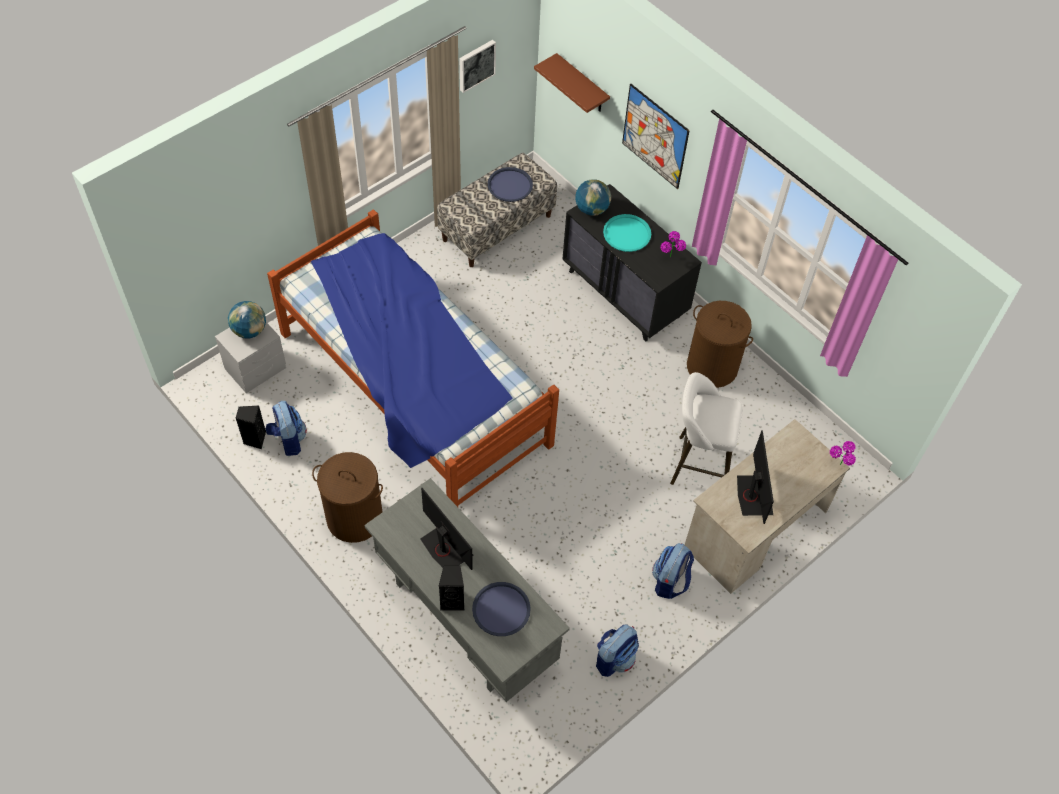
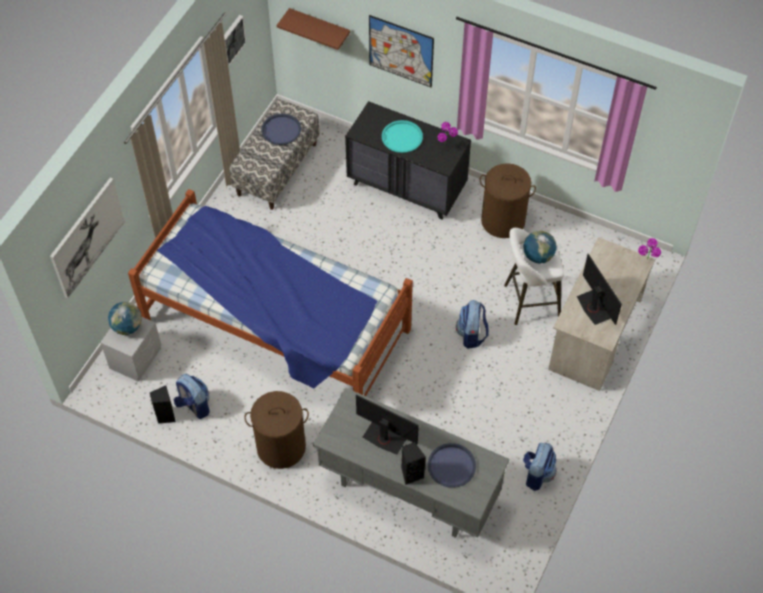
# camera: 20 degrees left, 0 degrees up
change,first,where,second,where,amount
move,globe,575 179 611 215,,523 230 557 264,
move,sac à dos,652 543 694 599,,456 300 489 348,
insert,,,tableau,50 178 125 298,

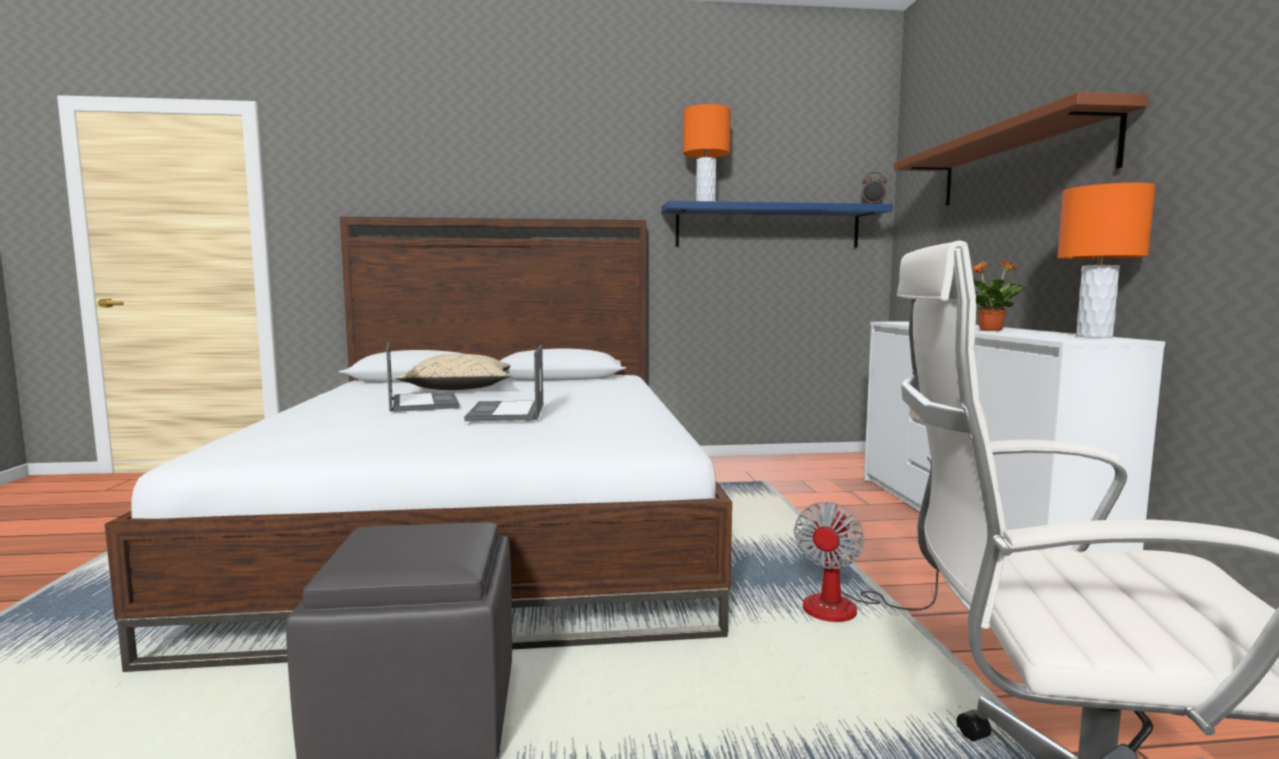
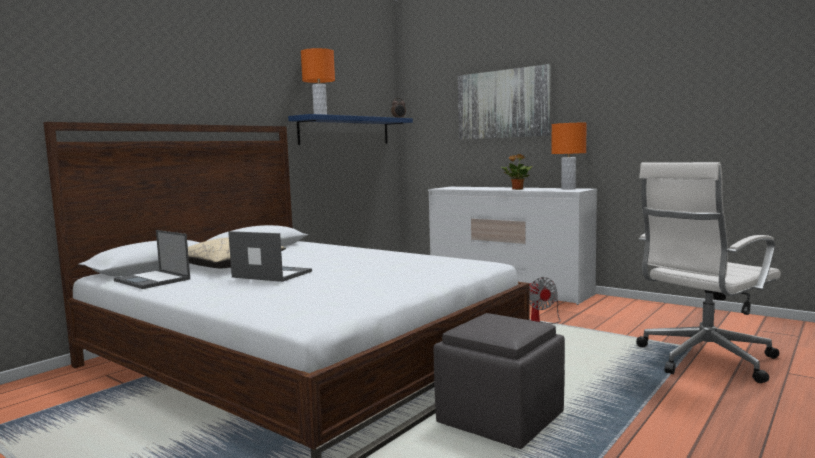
# camera: 45 degrees left, 0 degrees up
change,first,where,second,where,amount
move,ordinateur portable,464 345 543 421,,114 230 190 289,
replace,étagère/marron,894 92 1149 206,tableau,458 64 551 140,

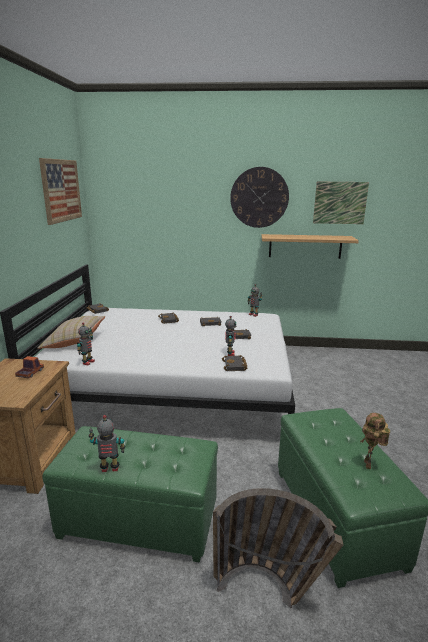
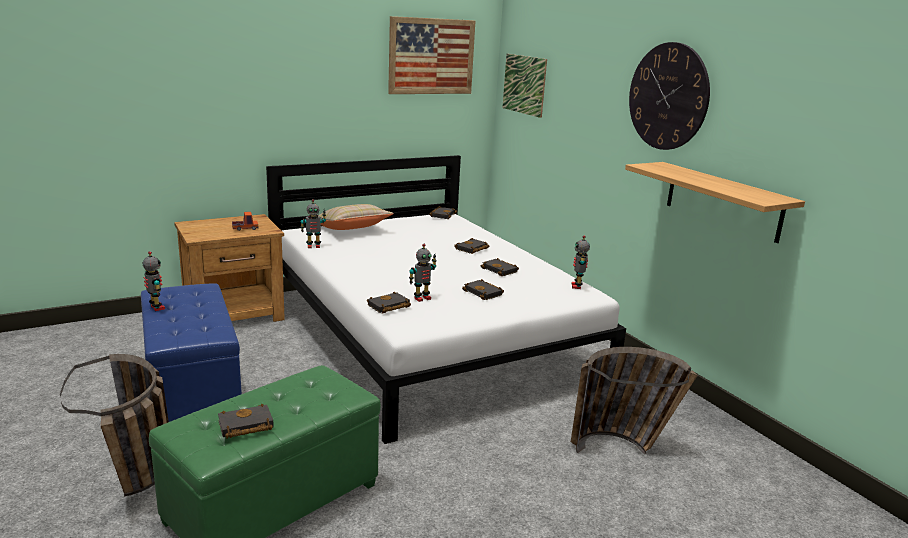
# camera: 55 degrees right, 0 degrees up
change,first,where,second,where,amount
recolor,pouf/vert,42 426 218 563,pouf/bleu,141 283 242 422,
move,tableau,313 182 369 224,,502 54 547 118,
replace,robot jouet,360 413 390 469,livre/noir,218 404 274 439,
insert,,,panier,571 347 698 455,

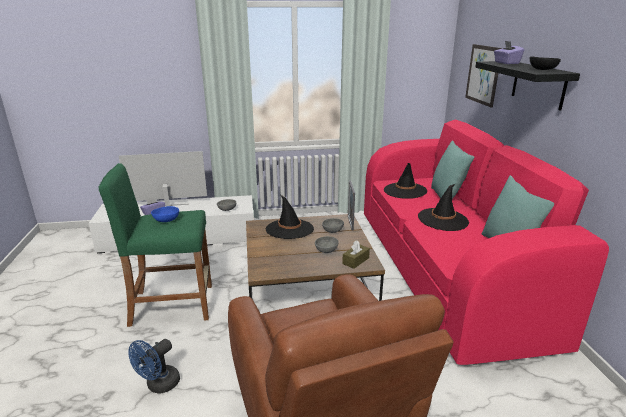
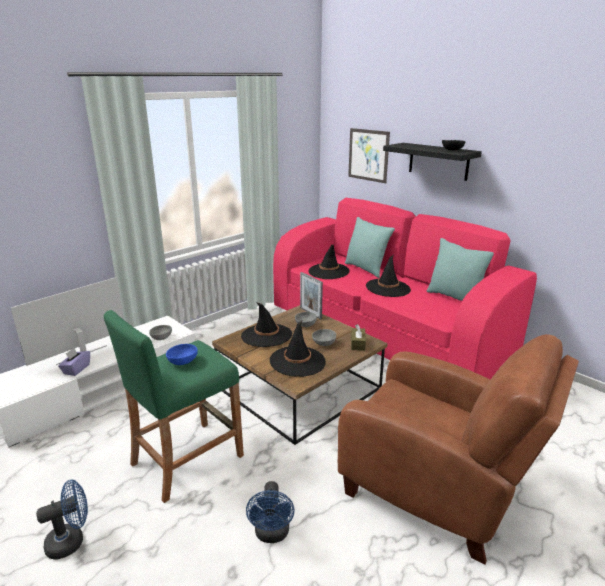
# camera: 35 degrees left, 0 degrees up
change,first,where,second,where,amount
delete,boîte à mouchoirs/violet,494 41 525 64,,,
insert,,,ventilateur/bleu,36 479 88 559,
insert,,,chapeau/noir,270 321 326 377,

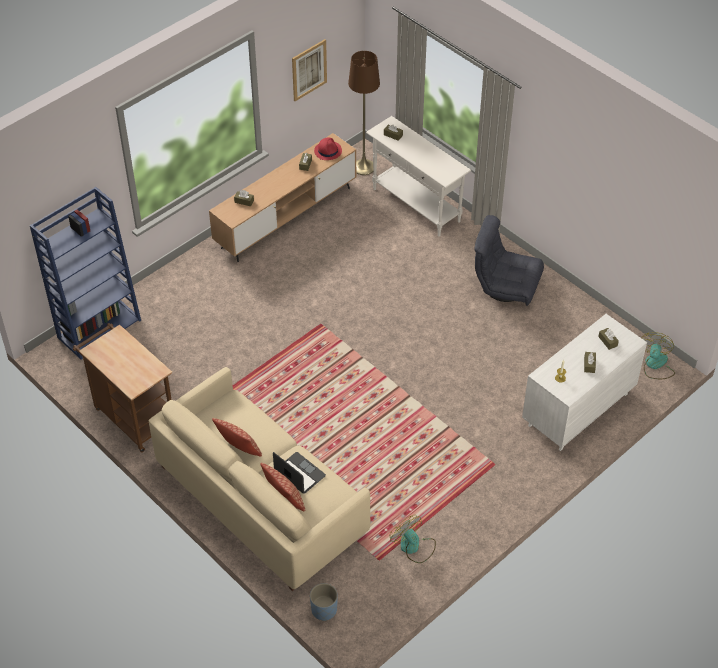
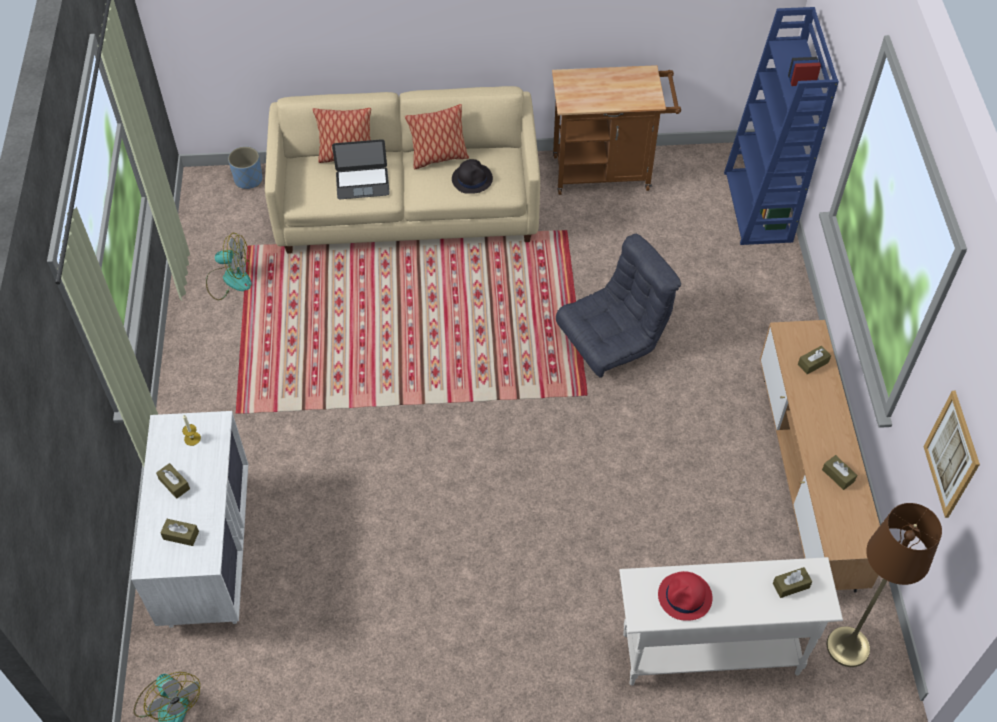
# camera: 130 degrees right, 5 degrees up
change,first,where,second,where,amount
move,chapeau/rouge,314 137 342 160,,658 571 713 621,
move,fauteuil/gris,474 215 544 306,,556 234 681 378,
insert,,,chapeau/noir,452 159 493 194,

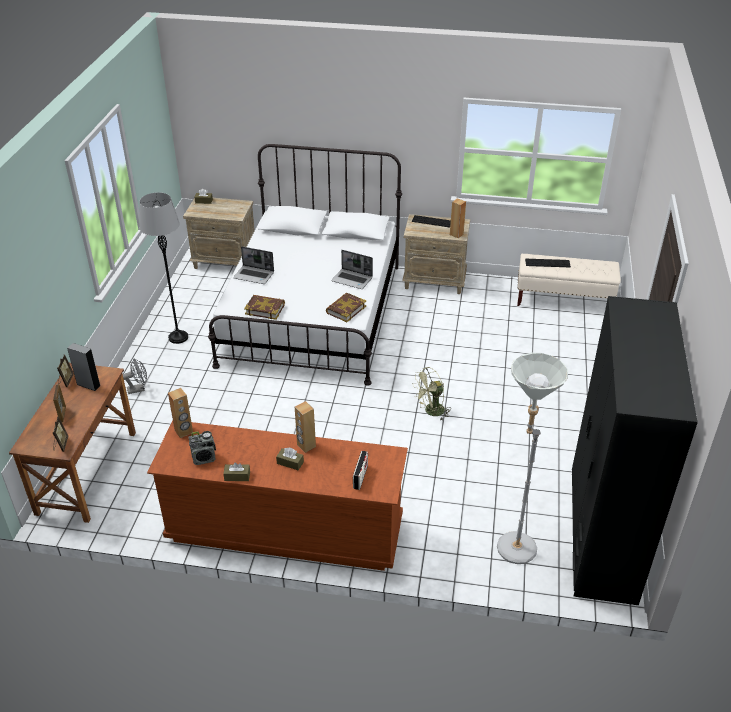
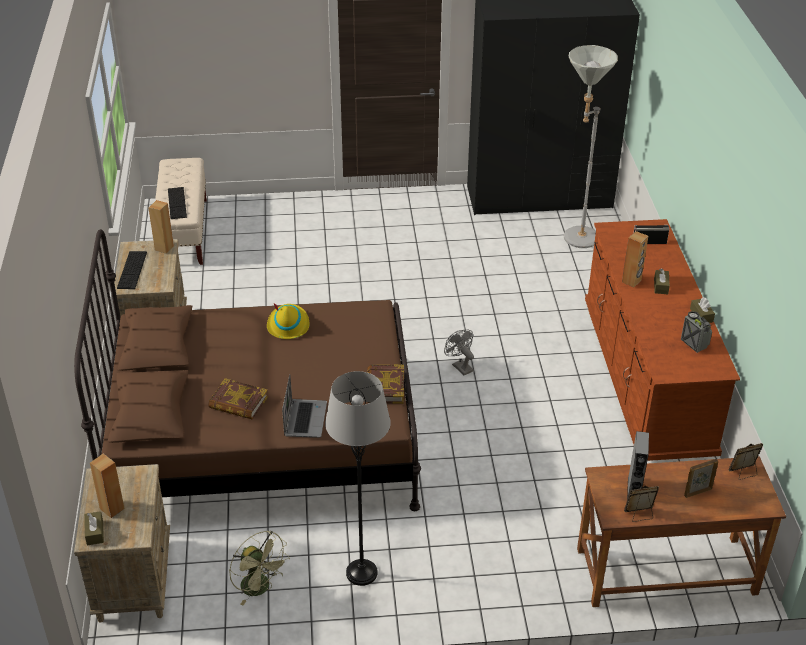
# camera: 105 degrees left, 0 degrees up
change,first,where,second,where,amount
move,ventilateur/gris,123 359 147 394,,444 330 474 375,
move,enceinte/marron,168 388 193 438,,90 454 125 518,
recolor,lit/blanc,208 144 402 386,lit/marron,74 229 421 511,
move,livre,326 292 366 322,,208 378 268 419,
replace,ordinateur portable,331 250 373 289,chapeau/jaune,267 303 310 339,
move,ventilateur/vert,413 367 450 420,,229 531 290 605,

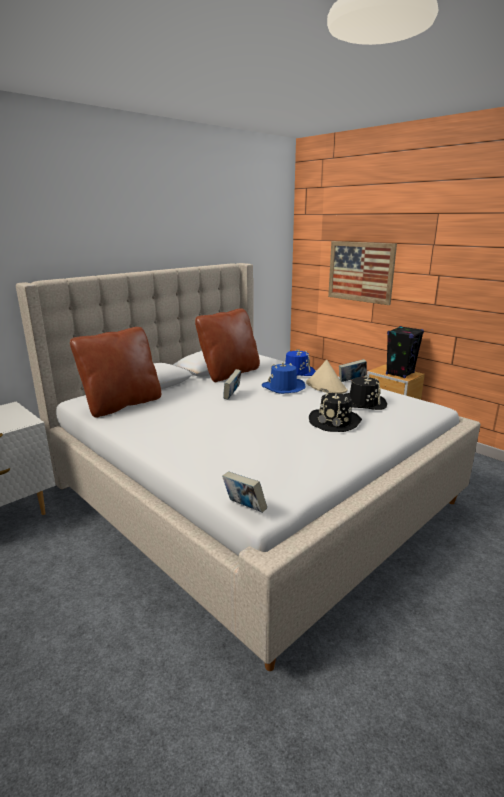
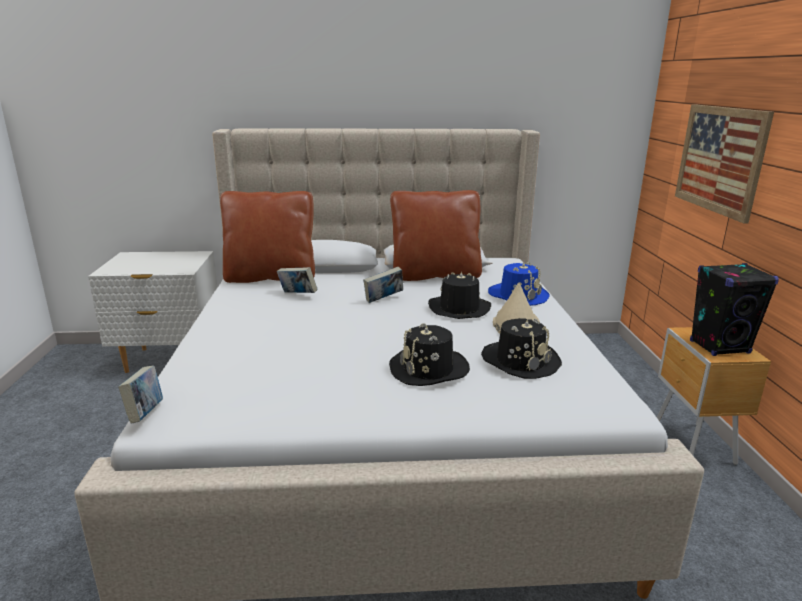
# camera: 40 degrees right, 0 degrees up
change,first,where,second,where,amount
recolor,chapeau/bleu,262 362 305 394,chapeau/noir,428 271 491 319,
move,livre,339 359 367 382,,277 267 318 293,

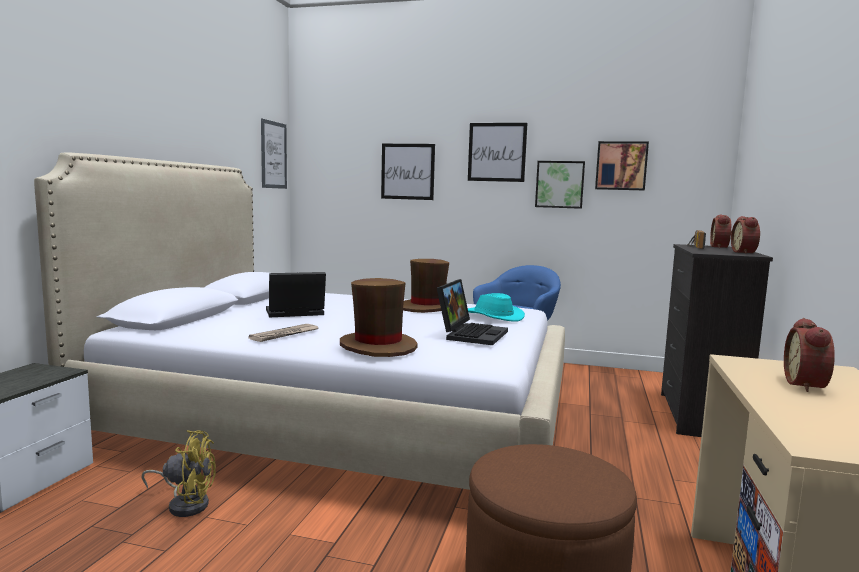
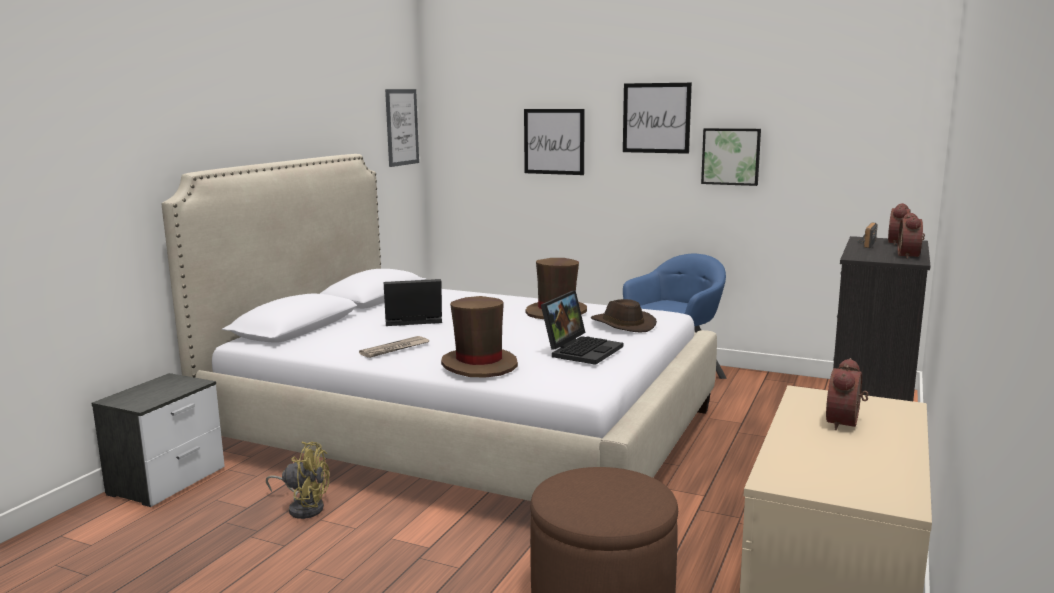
# camera: 10 degrees right, 5 degrees up
change,first,where,second,where,amount
recolor,chapeau/turquoise,468 293 525 322,chapeau/marron,591 299 657 333,
delete,tableau,595 141 649 190,,,

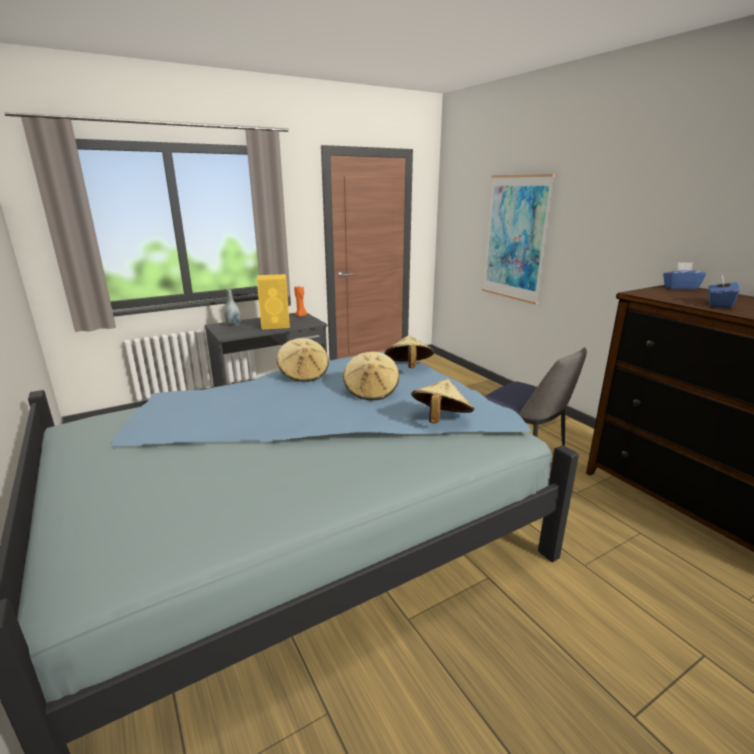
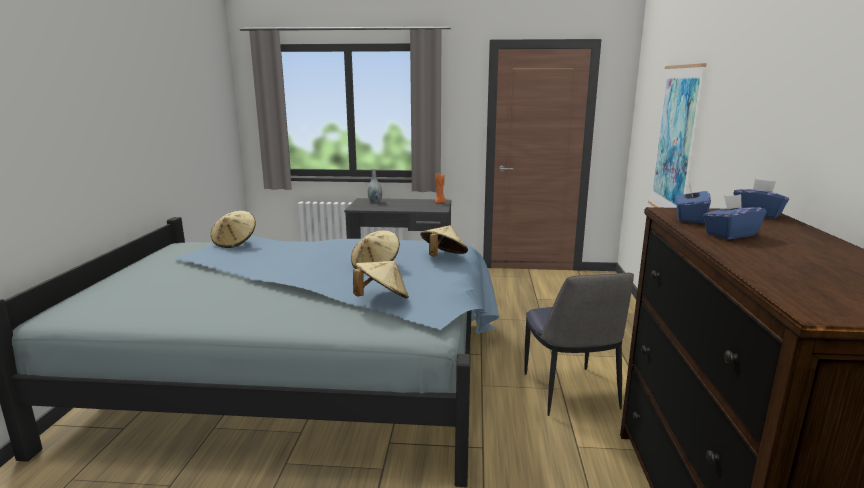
# camera: 35 degrees right, 5 degrees down
change,first,where,second,where,amount
delete,enceinte/jaune,257 274 290 329,,,
move,chapeau/beige,277 338 329 382,,211 211 256 248,
insert,,,boîte à mouchoirs/bleu,675 182 711 223,

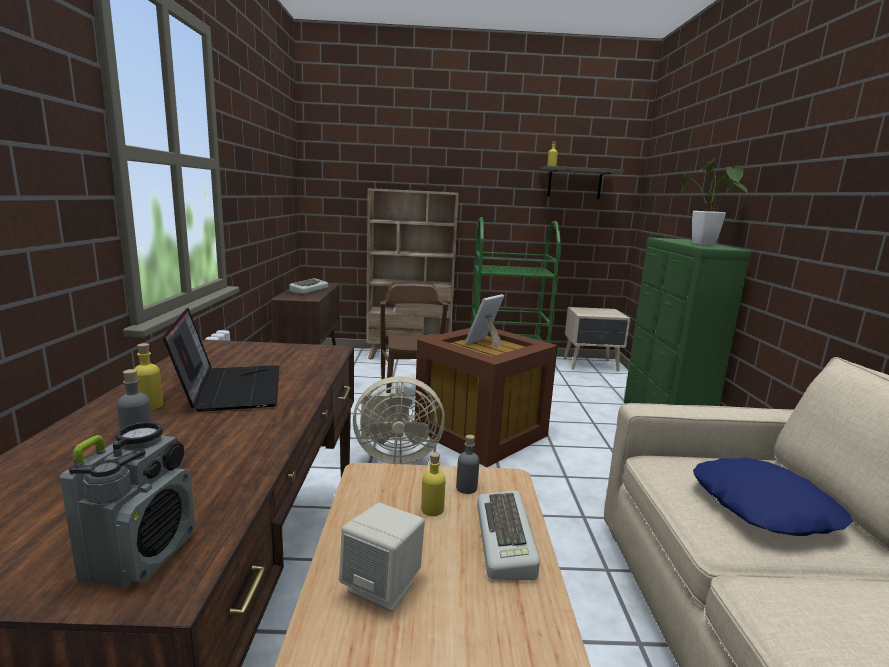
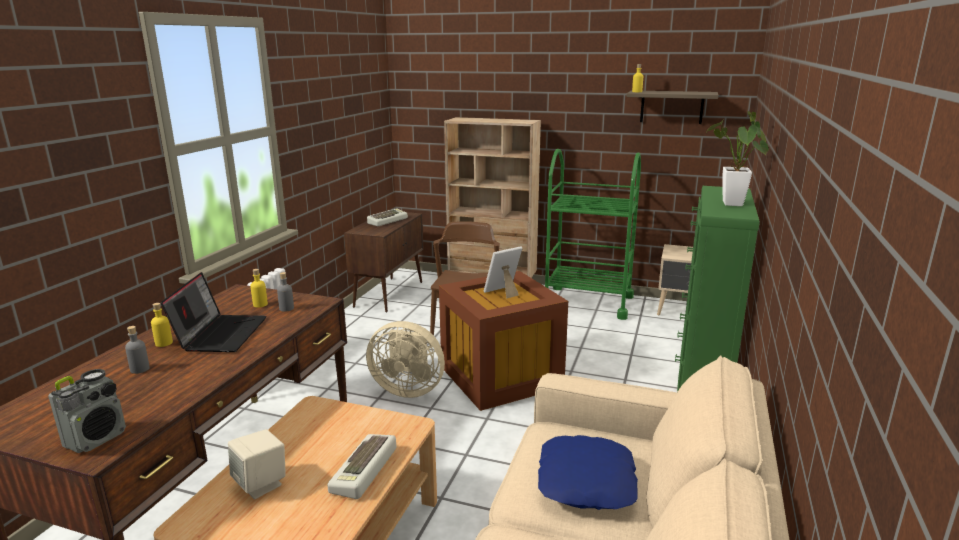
# camera: 20 degrees right, 5 degrees up
change,first,where,second,where,amount
move,bouteille/jaune,421 452 446 516,,250 269 268 308,
move,bouteille/gris,456 435 479 494,,277 272 294 312,

